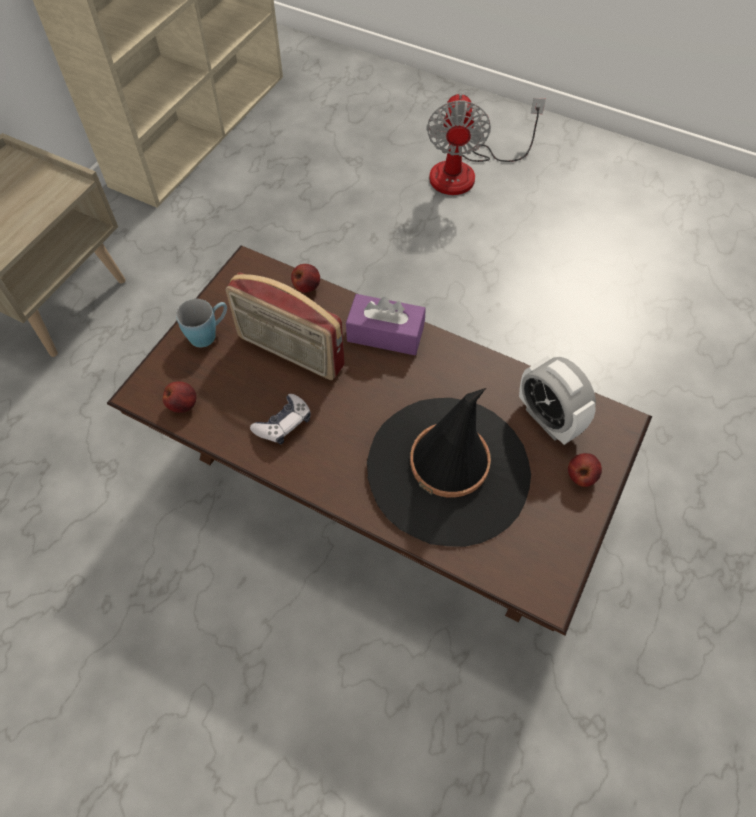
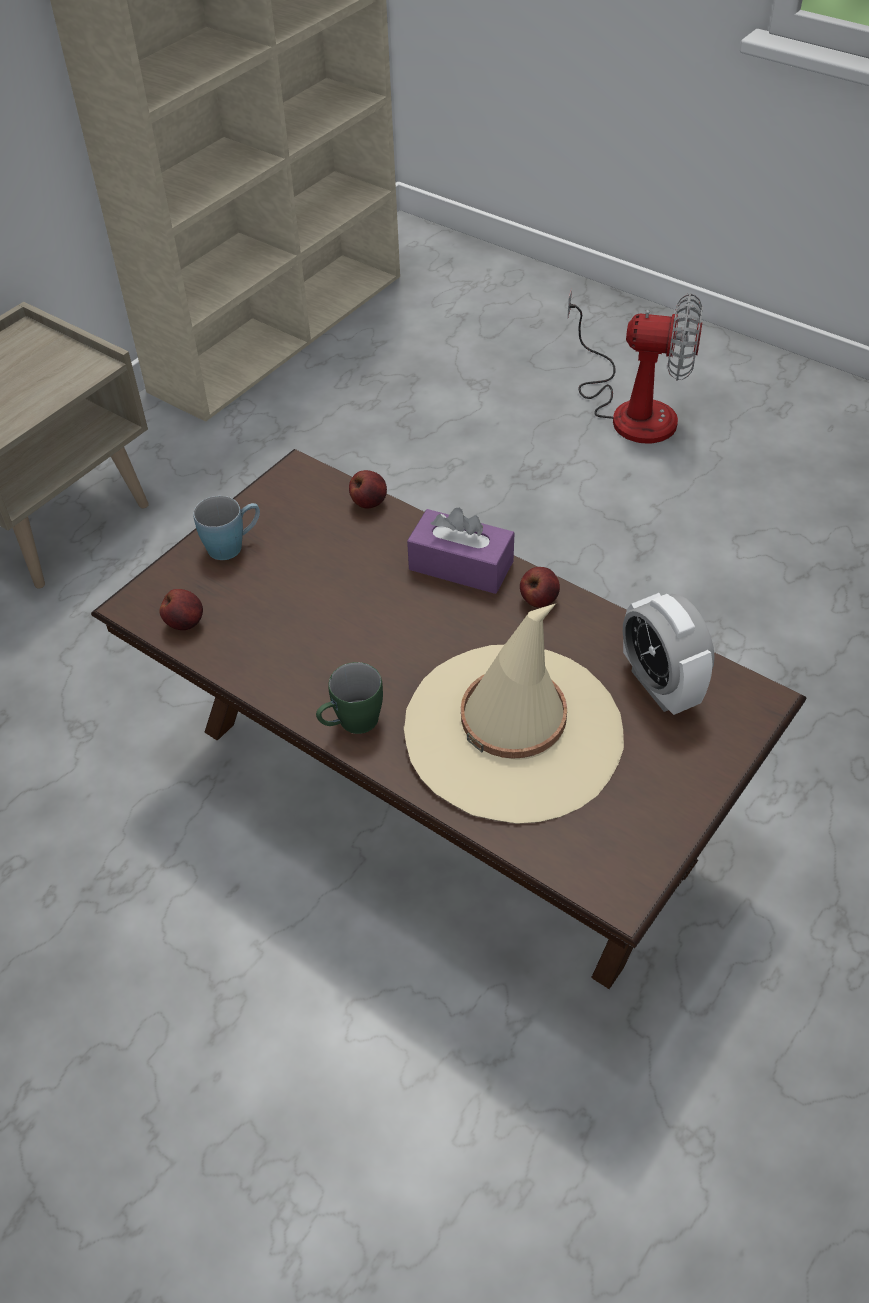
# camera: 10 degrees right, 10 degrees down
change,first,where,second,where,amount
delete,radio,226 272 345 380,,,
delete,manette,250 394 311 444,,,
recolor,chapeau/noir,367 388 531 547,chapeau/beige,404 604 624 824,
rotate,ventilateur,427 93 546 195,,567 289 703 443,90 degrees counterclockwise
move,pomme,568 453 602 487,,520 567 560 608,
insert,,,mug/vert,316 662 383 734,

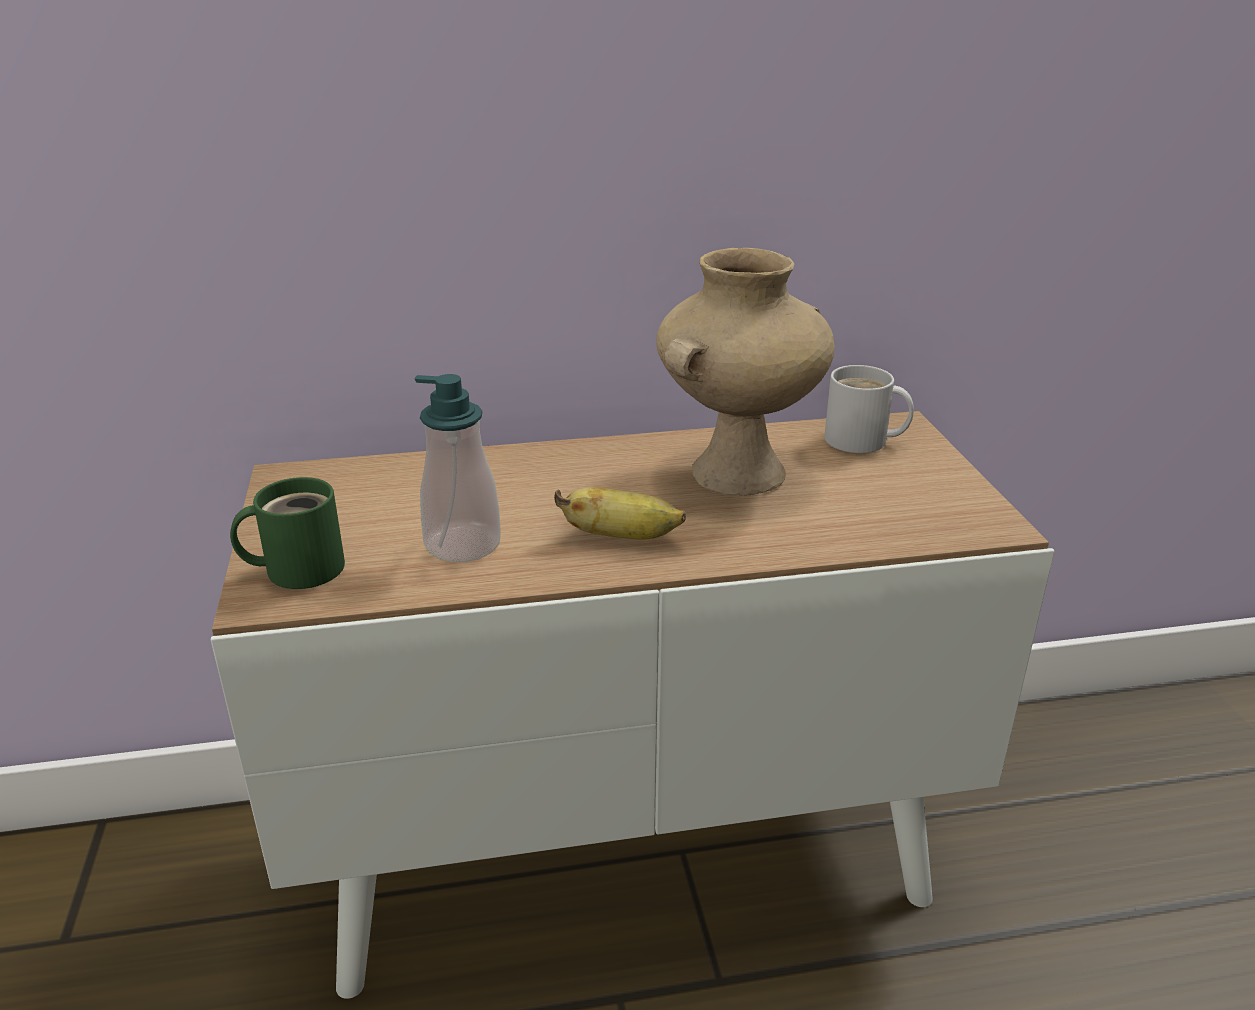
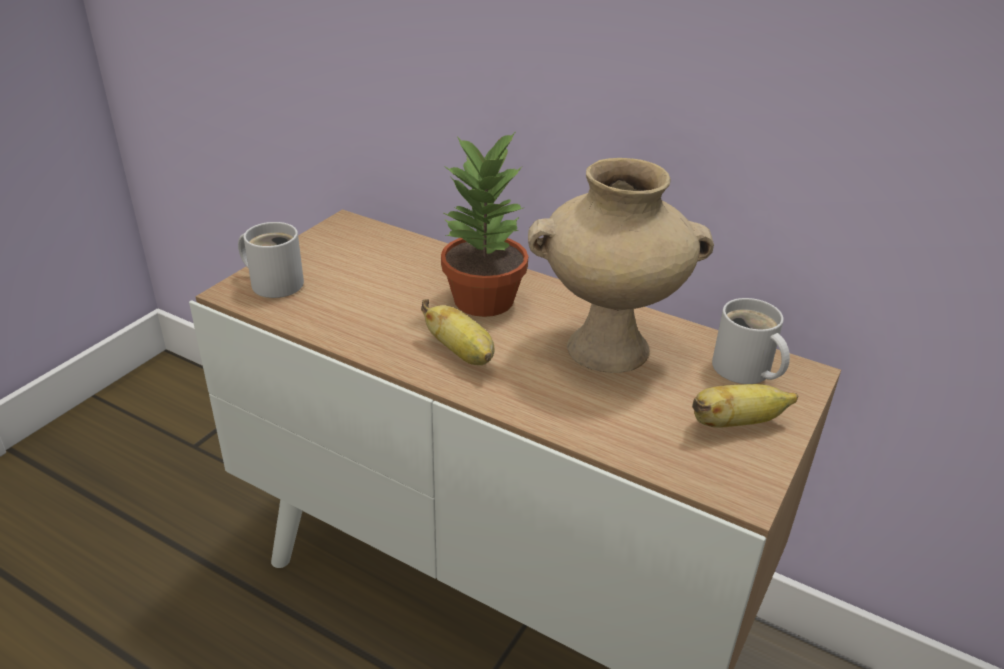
# camera: 40 degrees right, 5 degrees up
change,first,where,second,where,amount
recolor,mug/vert,230 477 345 589,mug/blanc,238 222 304 298,
delete,distributeur de savon,415 374 501 563,,,
insert,,,plante en pot,441 131 528 317,
insert,,,banane,692 384 798 428,

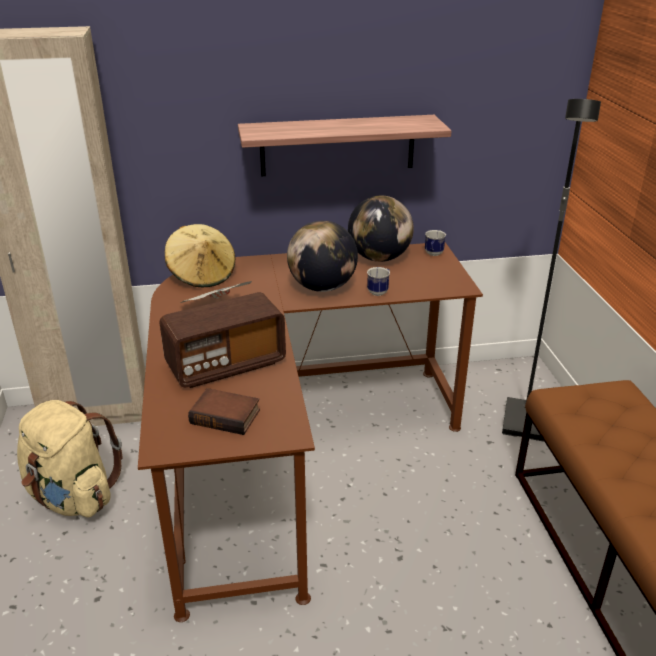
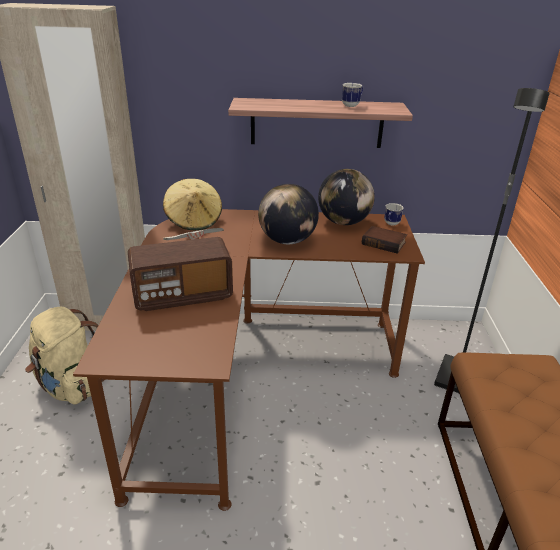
# camera: 10 degrees right, 0 degrees up
change,first,where,second,where,amount
move,livre,188 388 260 435,,362 226 407 254,
move,mug,367 267 390 296,,342 83 363 107,

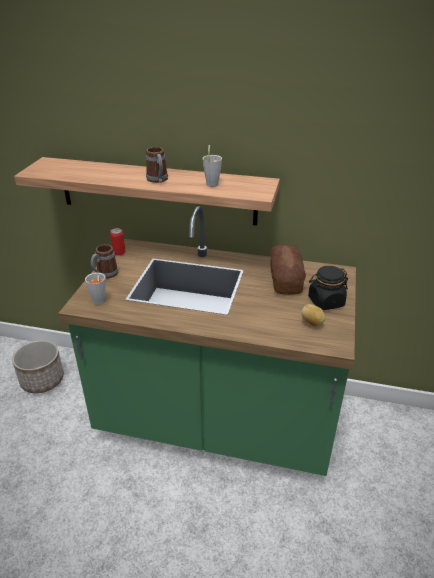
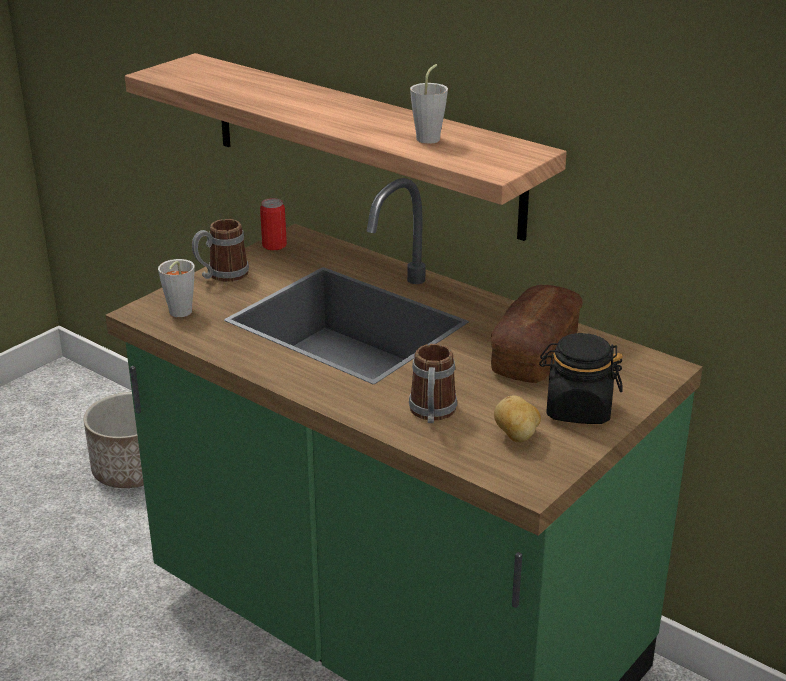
# camera: 25 degrees right, 5 degrees down
change,first,where,second,where,amount
move,mug,146 147 168 183,,409 344 457 423,

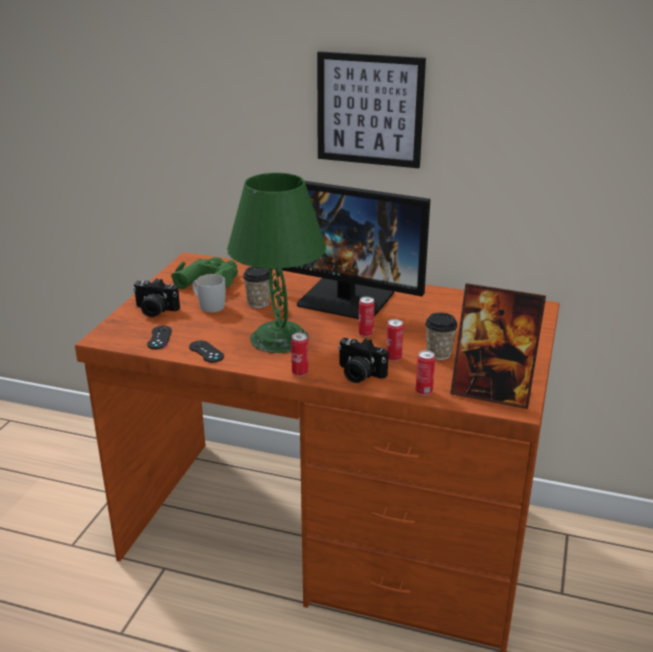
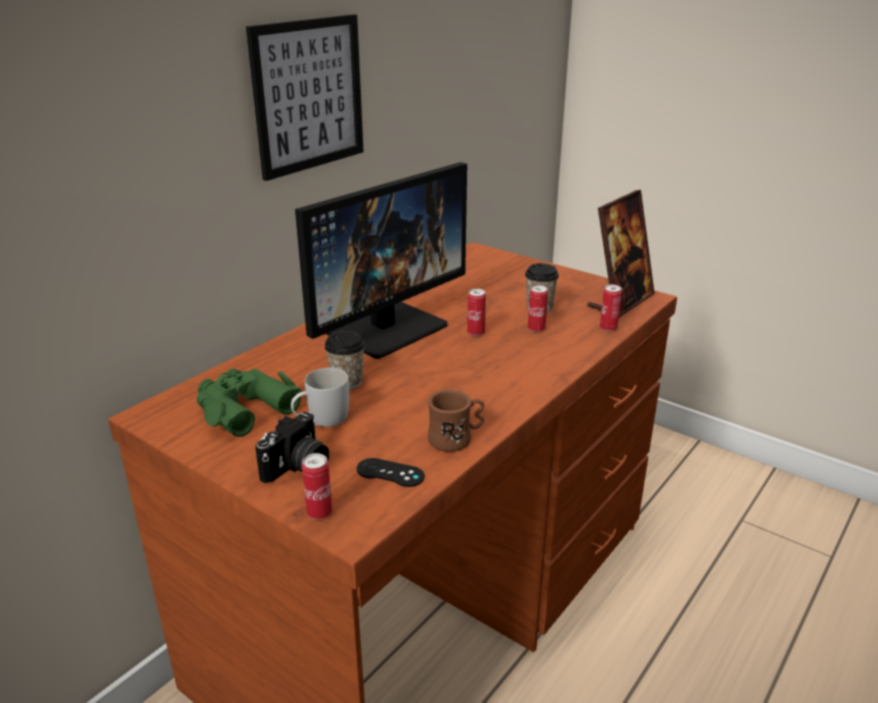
# camera: 70 degrees left, 0 degrees up
change,first,where,second,where,amount
replace,manette/noir,189 341 224 362,mug/marron,428 390 485 452,
delete,lampe de table/vert,227 173 326 353,,,
move,boîte métallique,291 333 308 376,,302 453 332 520,
delete,appareil photo,338 338 389 383,,,

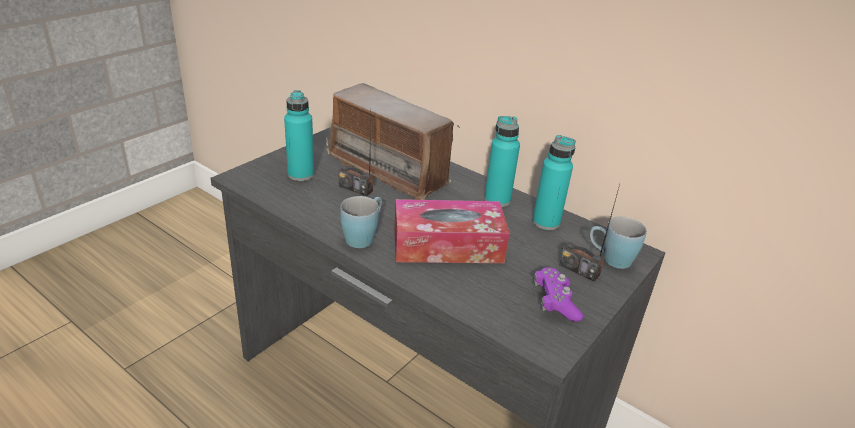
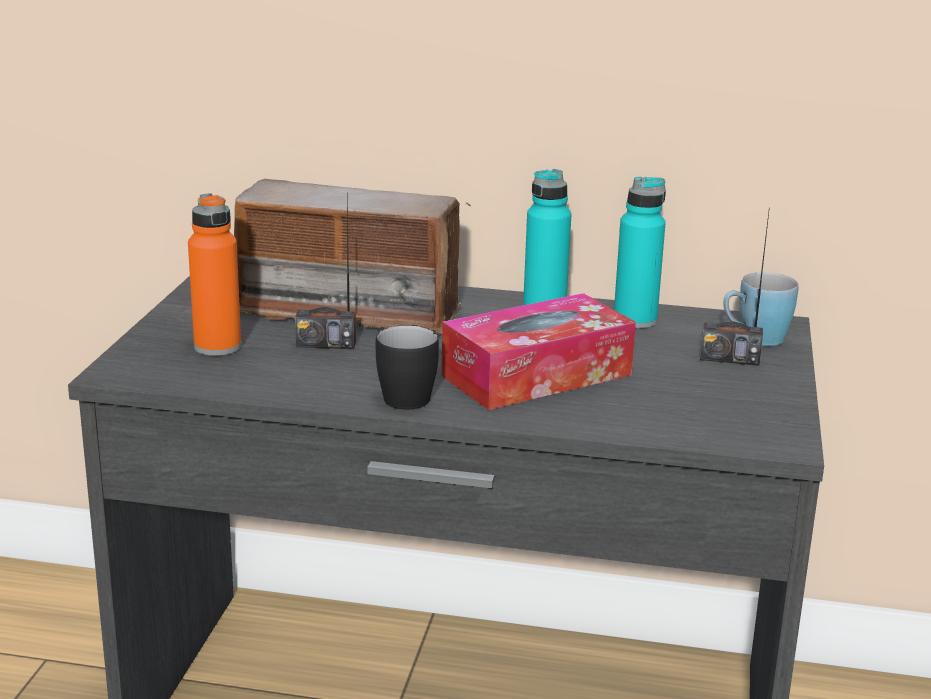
# camera: 25 degrees left, 10 degrees down
change,first,where,second,where,amount
recolor,bouteille/turquoise,284 90 314 181,bouteille/orange,188 193 241 356,
recolor,mug/bleu,340 196 382 248,mug/noir,375 325 439 409,
delete,manette/violet,534 267 583 322,,,

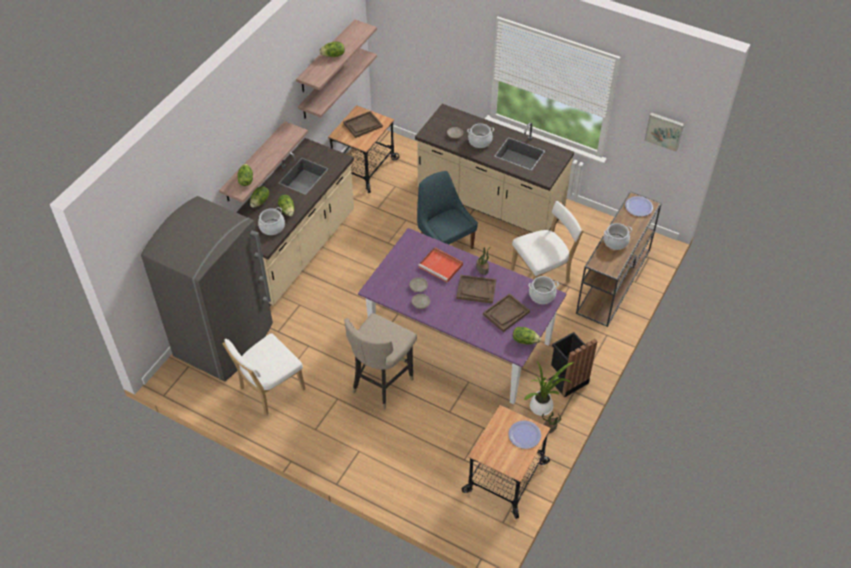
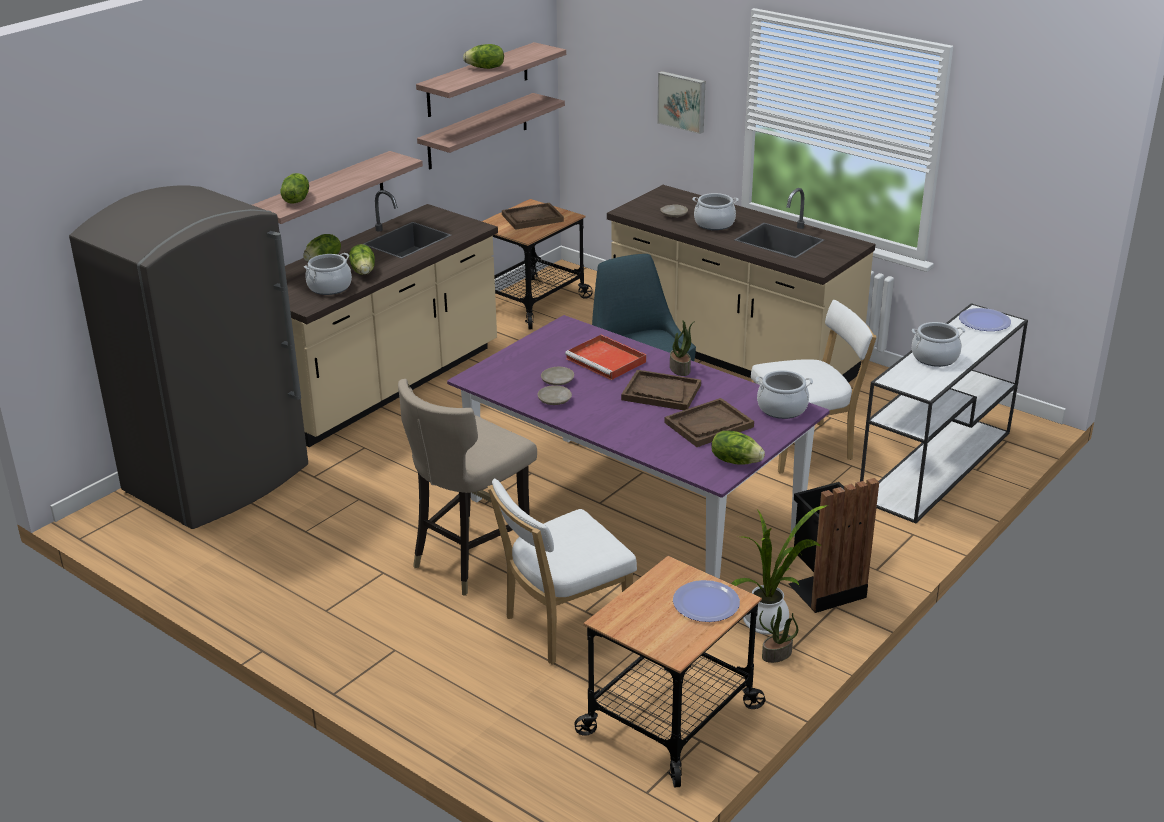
# camera: 10 degrees right, 20 degrees down
change,first,where,second,where,amount
move,chaise/blanc,222 333 305 415,,487 479 637 665,
recolor,table console/marron,576 191 662 327,table console/blanc,860 303 1028 523,
move,tableau,644 112 684 152,,657 71 705 134,

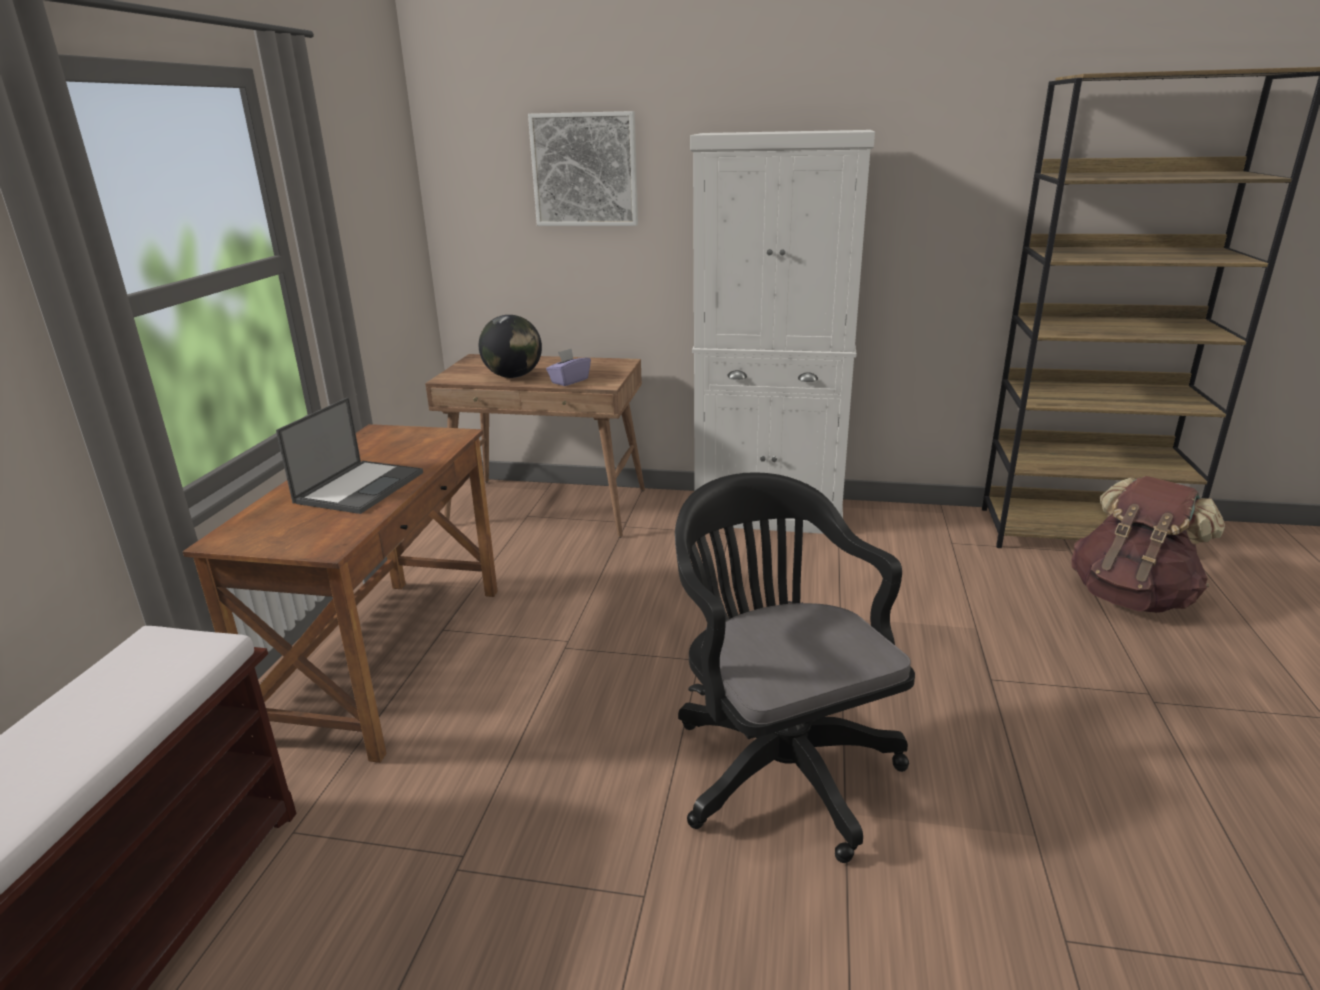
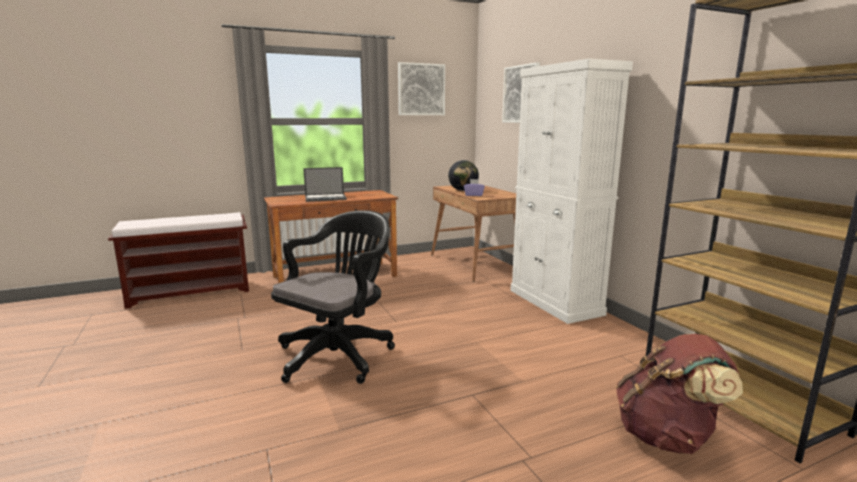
# camera: 55 degrees right, 10 degrees down
change,first,where,second,where,amount
insert,,,tableau,398 62 445 115,

